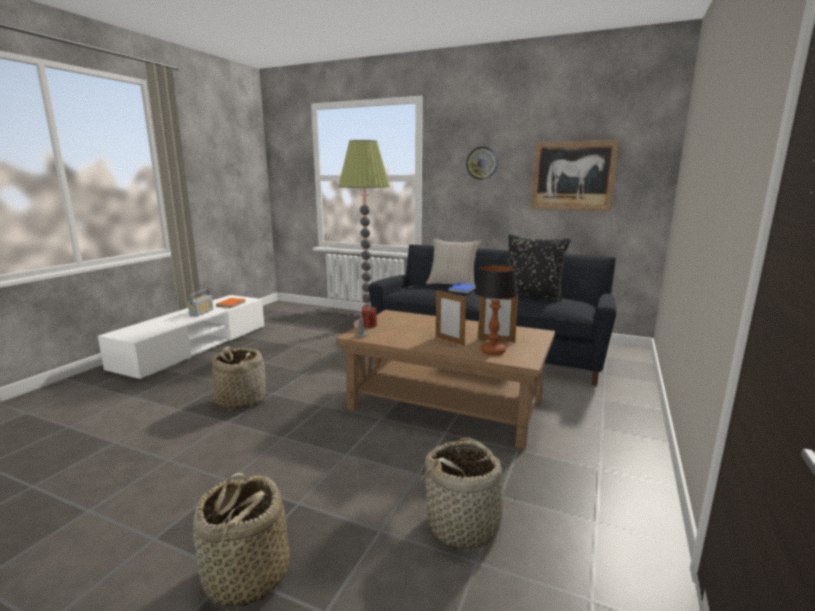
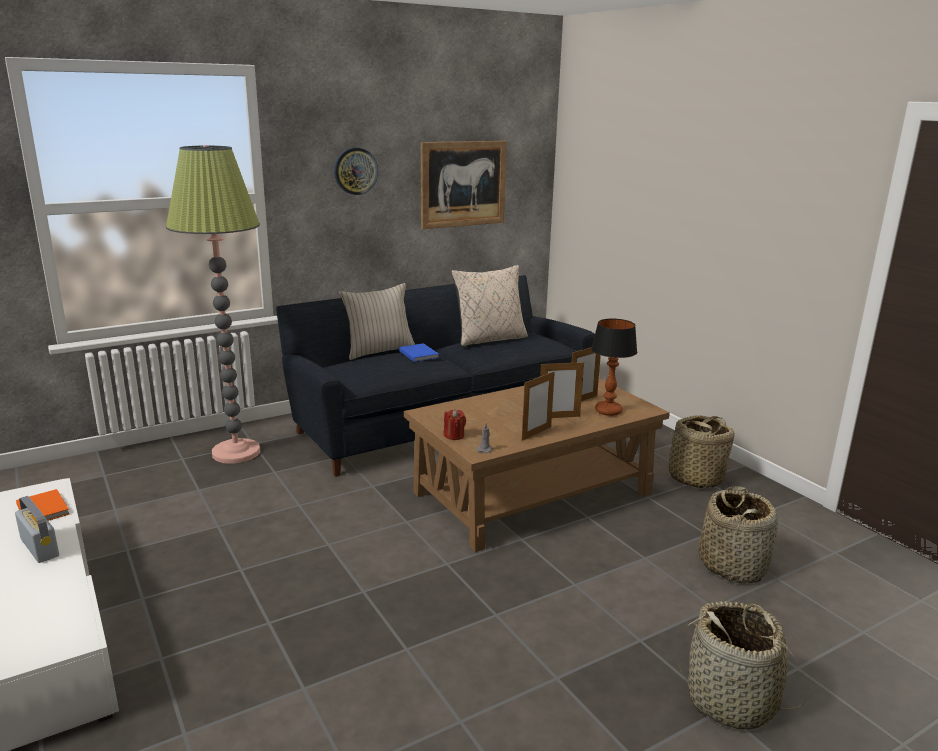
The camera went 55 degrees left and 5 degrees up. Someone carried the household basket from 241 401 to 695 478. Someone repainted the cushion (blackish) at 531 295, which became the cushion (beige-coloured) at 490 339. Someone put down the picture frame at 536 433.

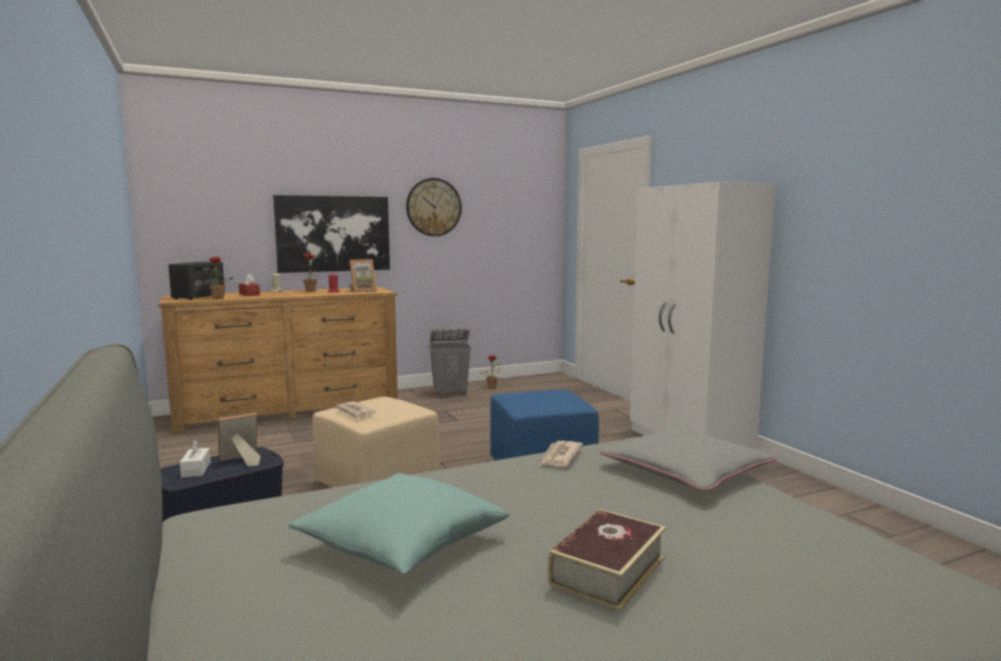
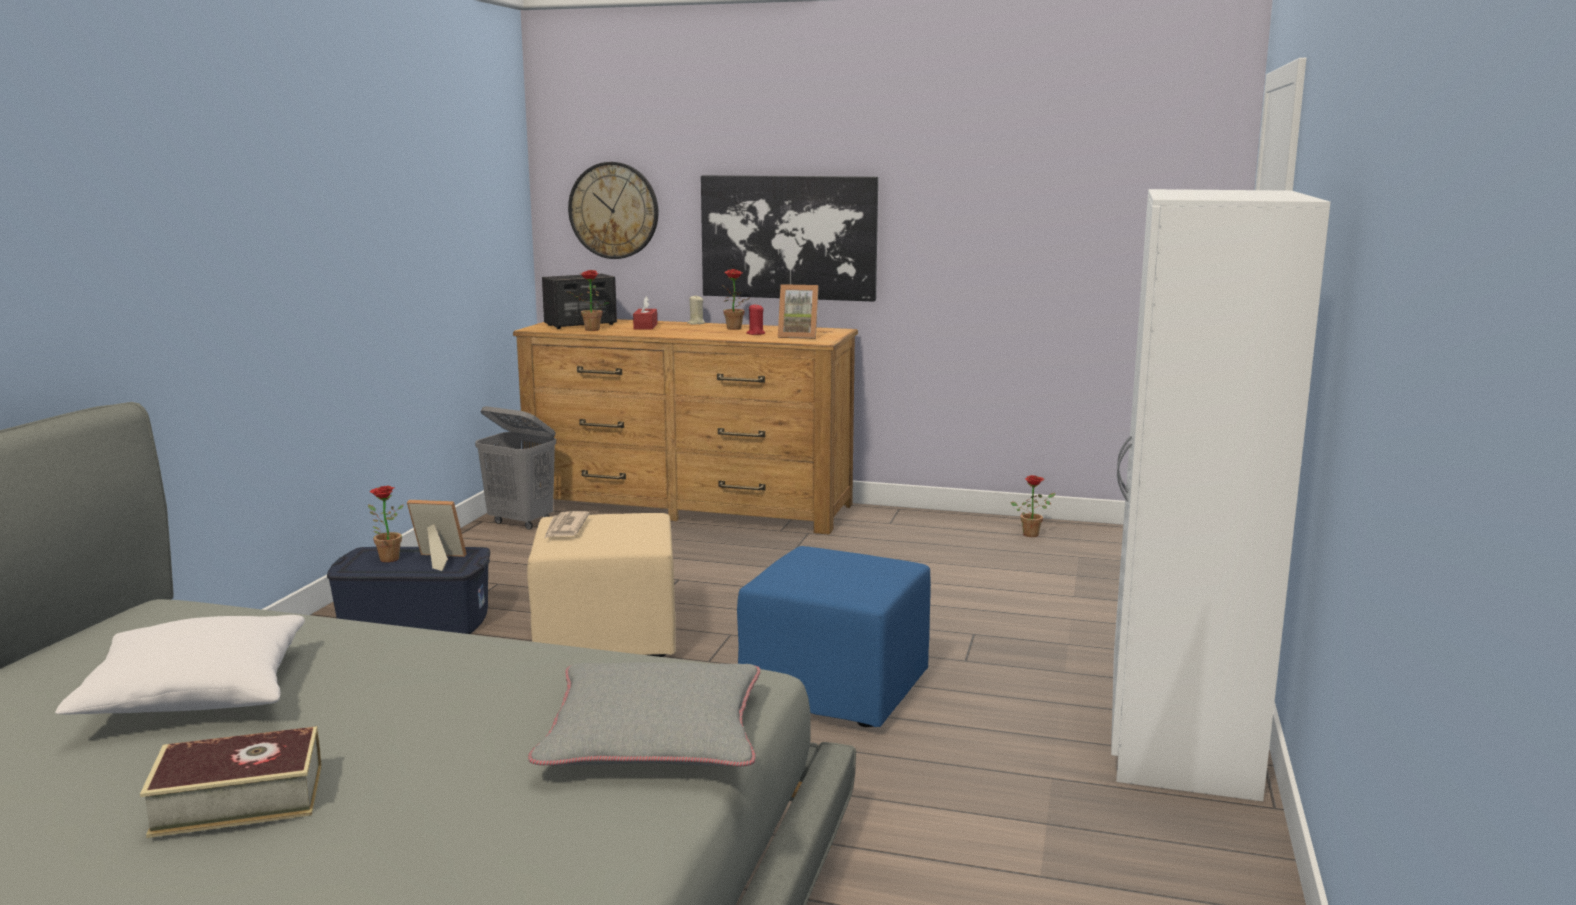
The camera went 40 degrees right and 5 degrees up. Someone swapped the box of tissues (white-coloured) at 196 469 for the plant in a pot at 386 558. Someone repainted the cushion (turquoise) at 401 545, which became the cushion (white-coloured) at 196 696. Someone carried the clock on the wall from 433 207 to 614 210. Someone carried the hamper (greyish) from 451 394 to 521 522. Someone took away the newspaper at 559 456.

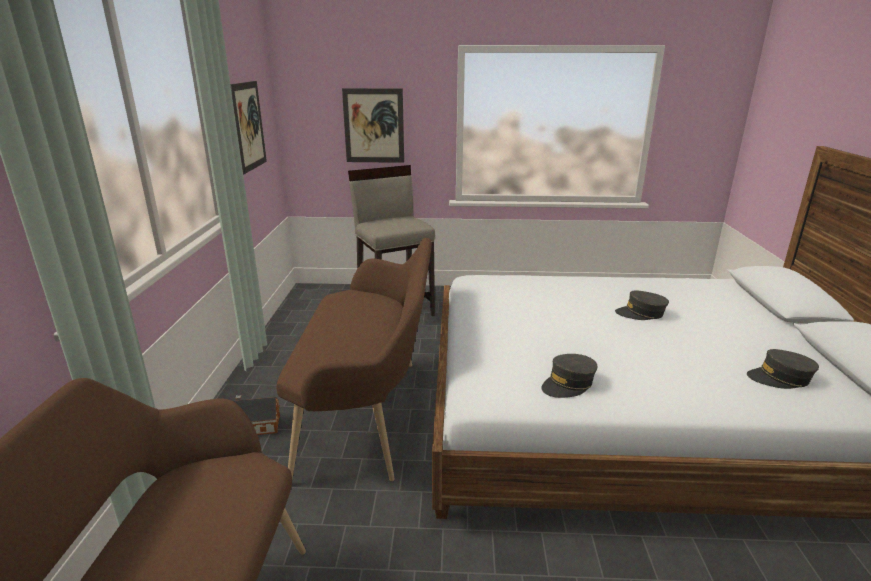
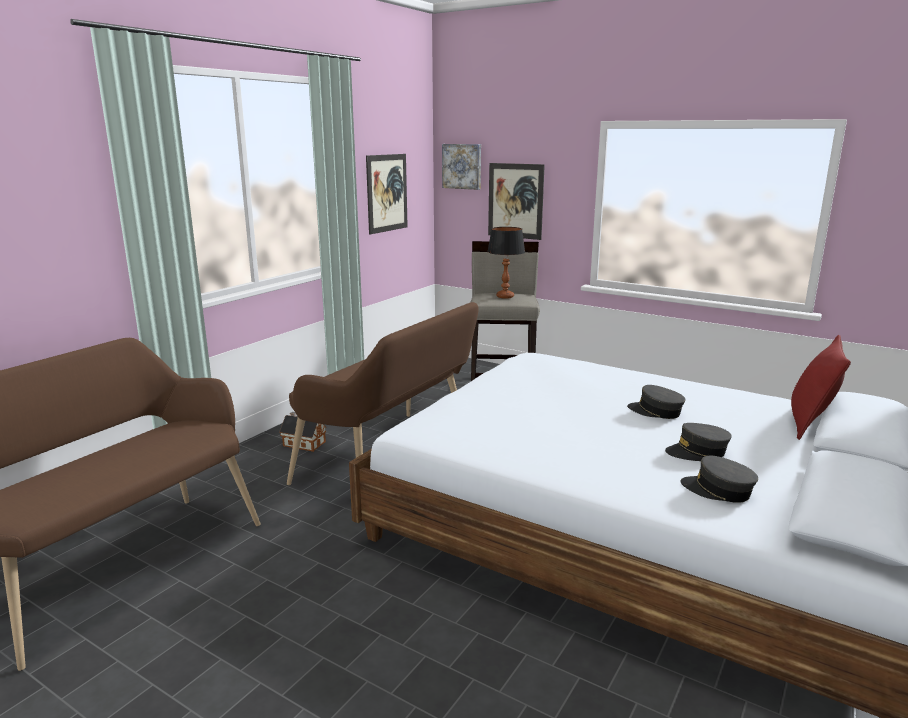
The camera went 30 degrees right and 5 degrees down. Someone carried the peaked cap (greyish) from 568 384 to 697 452. Someone put up the wall art at 462 166. Someone put down the table lamp at 505 296. Someone put down the cushion (reddish) at 810 424.

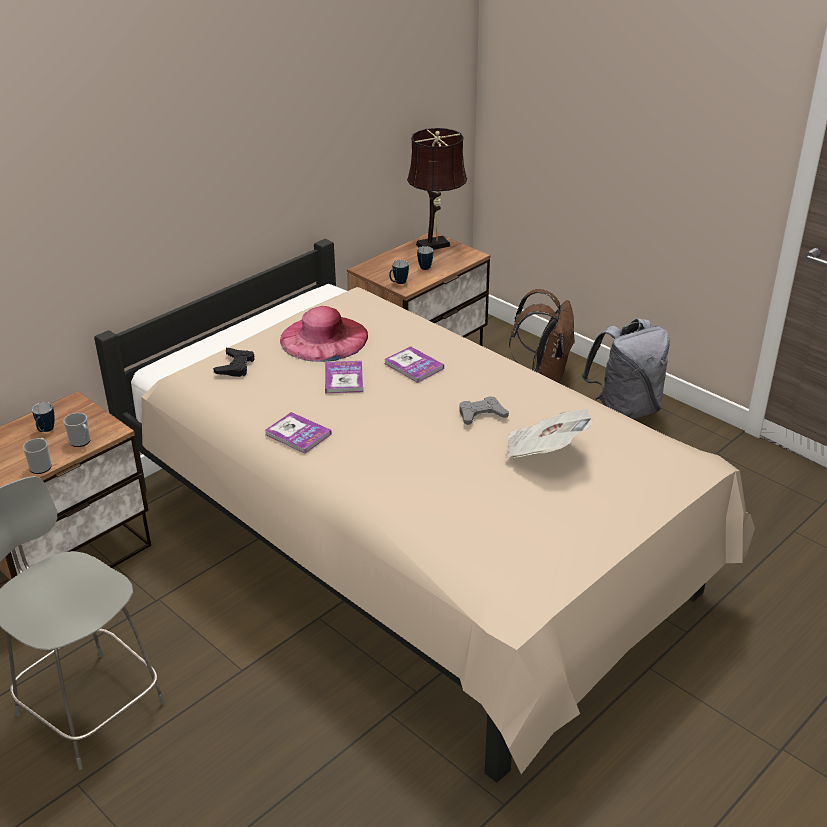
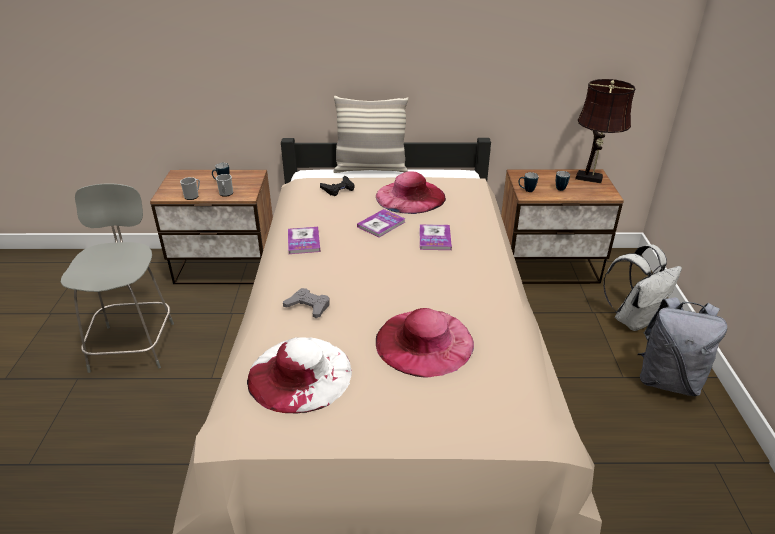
The camera went 45 degrees right and 0 degrees up. Someone carried the joypad (greyish) from 481 415 to 308 306. Someone swapped the newspaper at 544 452 for the clothing hat (pink-coloured) at 424 342. Someone repainted the rucksack (brown-coloured) at 544 375, which became the rucksack (white-coloured) at 633 319. Someone put down the clothing hat (white-coloured) at 300 374. Someone put down the cushion at 370 169.

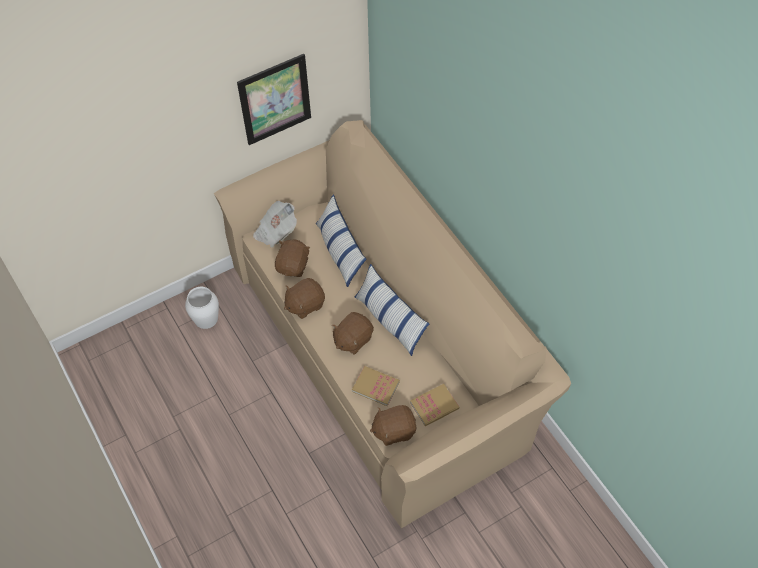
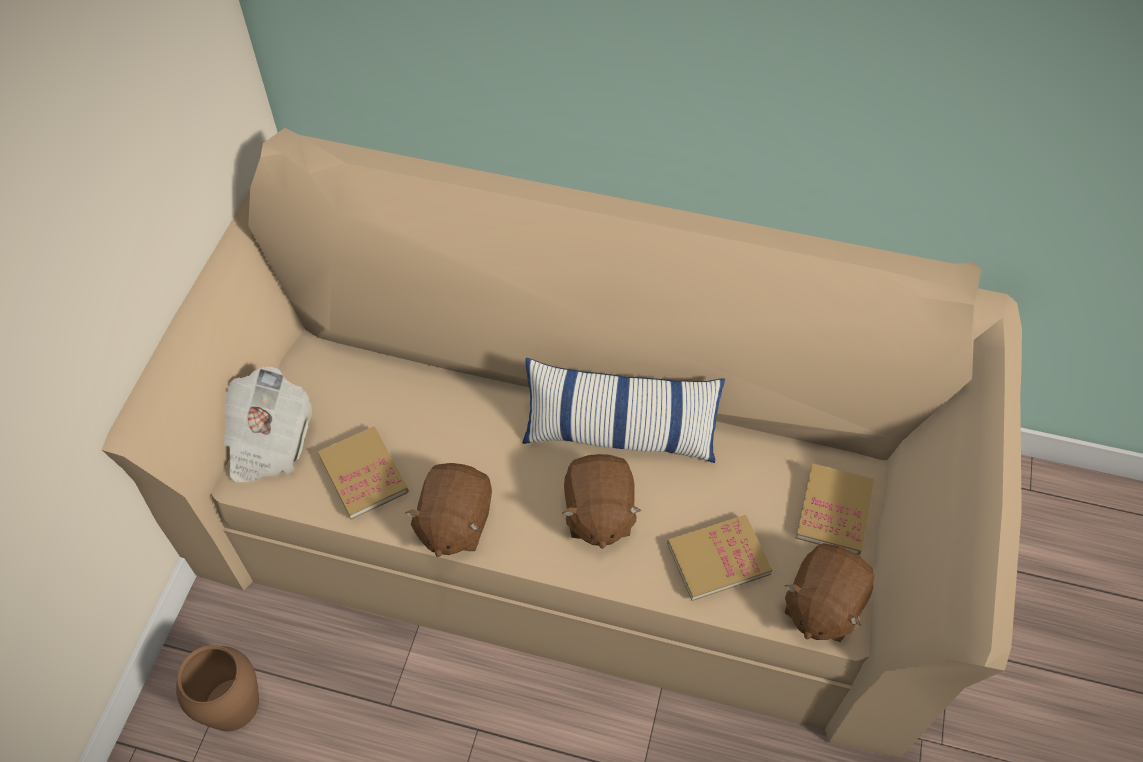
The camera went 45 degrees left and 0 degrees up. Someone repainted the flower vase (white-coloured) at 206 318, which became the flower vase (brown-coloured) at 231 703. Someone took away the wall art at 275 99. Someone swapped the soft toy (brown-coloured) at 293 266 for the volume at 363 474. Someone took away the cushion at 340 251.

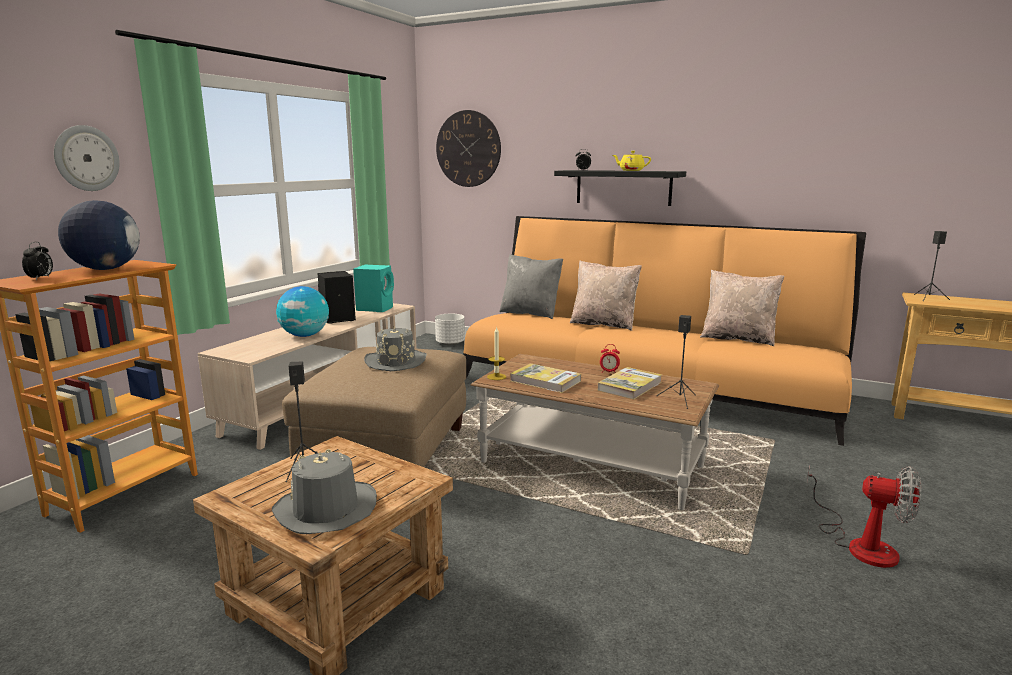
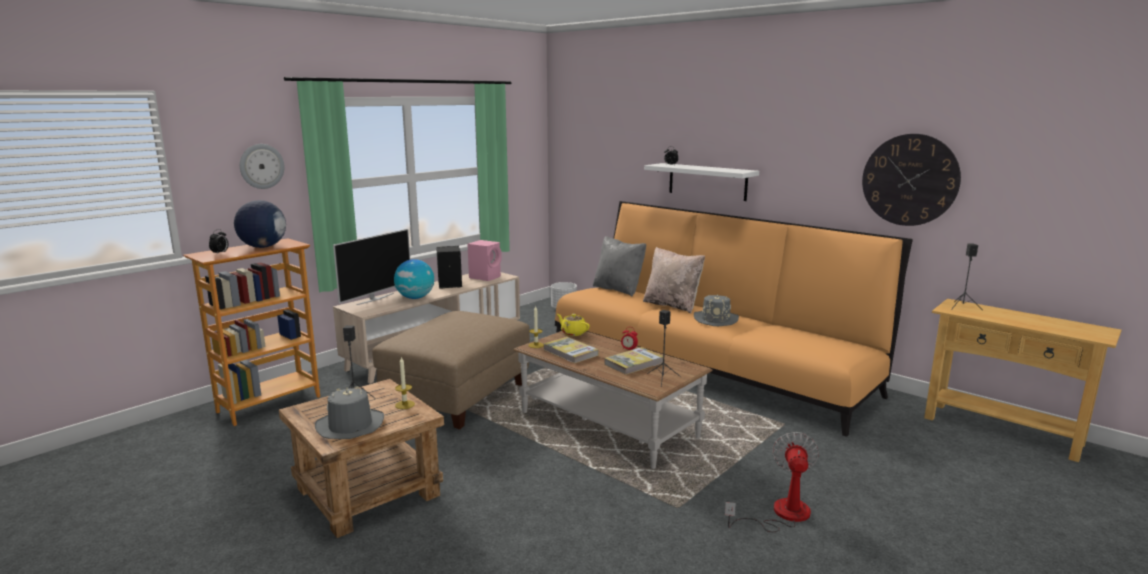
The camera went 15 degrees right and 0 degrees up. Someone repainted the speaker (turquoise) at 375 308, which became the speaker (pink-coloured) at 486 277. Someone carried the clothing hat (greyish) from 396 361 to 716 319. Someone carried the clock on the wall from 468 149 to 909 180. Someone repainted the wall shelf (blackish) at 623 187, which became the wall shelf (white-coloured) at 707 181. Someone carried the teapot (yellow-coloured) from 631 170 to 573 333. Someone took away the cushion (beige-coloured) at 738 339. Someone rotated the electric fan at 860 544 by 120 degrees counterclockwise. Someone put down the TV at 375 299. Someone put down the wax light at 404 405.

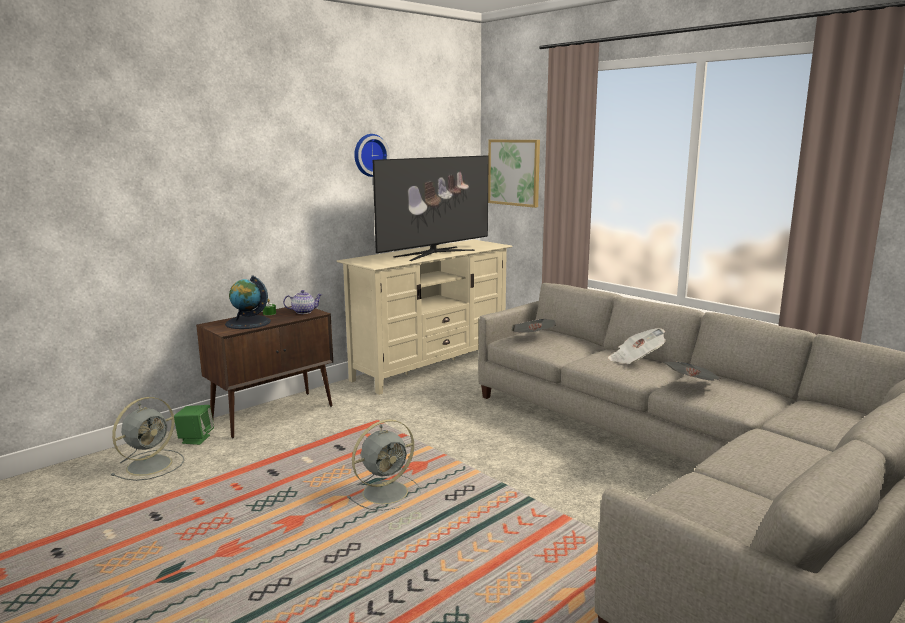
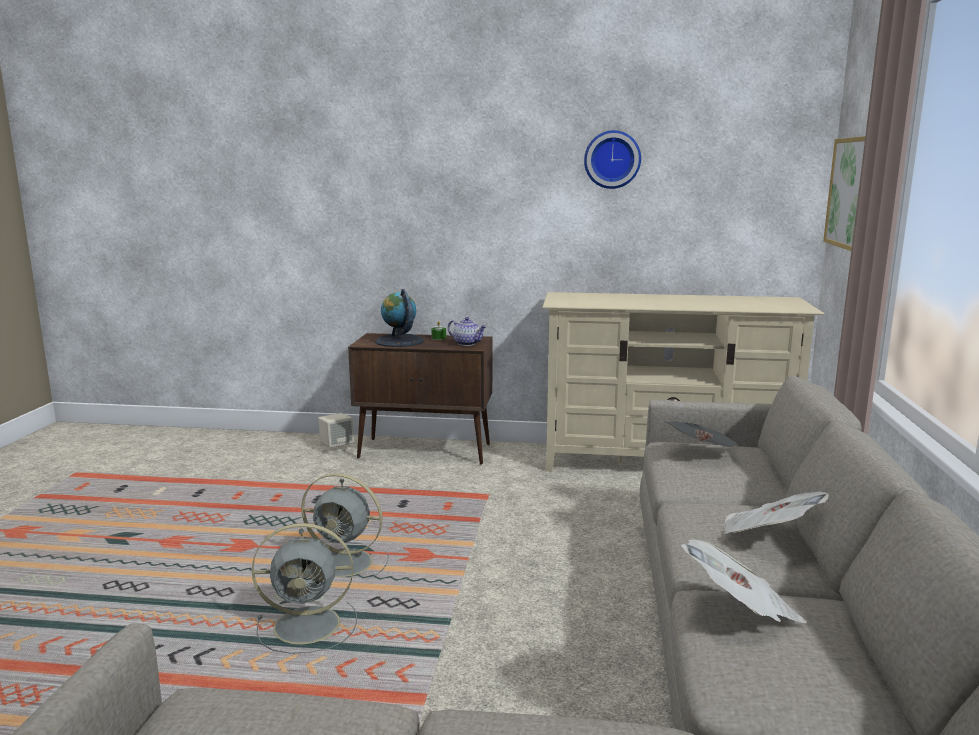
The camera went 50 degrees right and 0 degrees up. Someone carried the electric fan (greyish) from 151 464 to 310 625. Someone repainted the speaker (green) at 196 439, which became the speaker (beige-coloured) at 337 448. Someone took away the TV at 434 253.

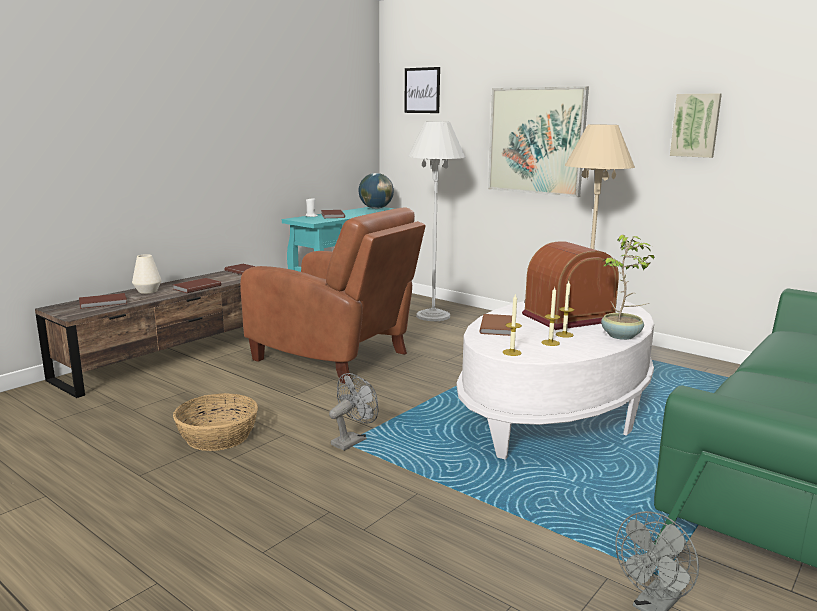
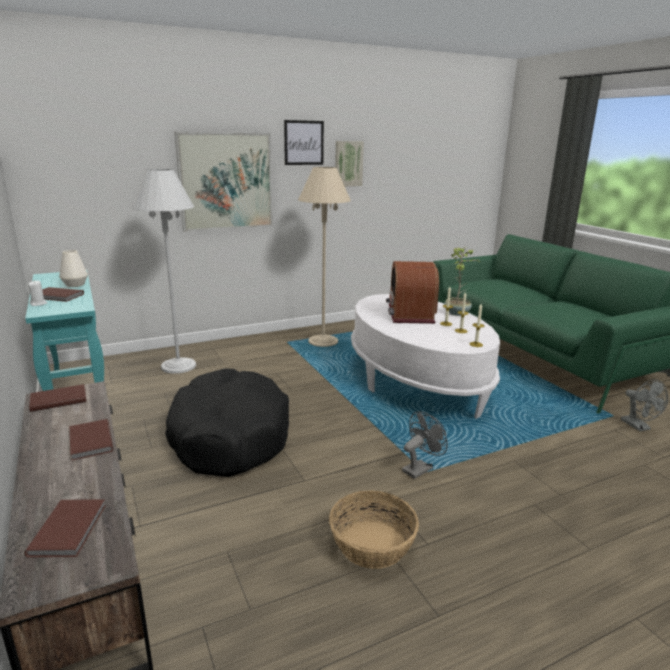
The camera went 65 degrees left and 5 degrees up. Someone carried the flower vase (white-coloured) from 147 291 to 75 285. Someone swapped the easy chair (brown-coloured) at 335 358 for the dog bed (blackish) at 229 436. Someone rotated the electric fan (greyish) at 352 440 by 75 degrees clockwise. Someone took away the desk globe at 375 208. Someone carried the wall art from 422 90 to 304 142. Someone took away the volume (brown-coloured) at 498 327.

